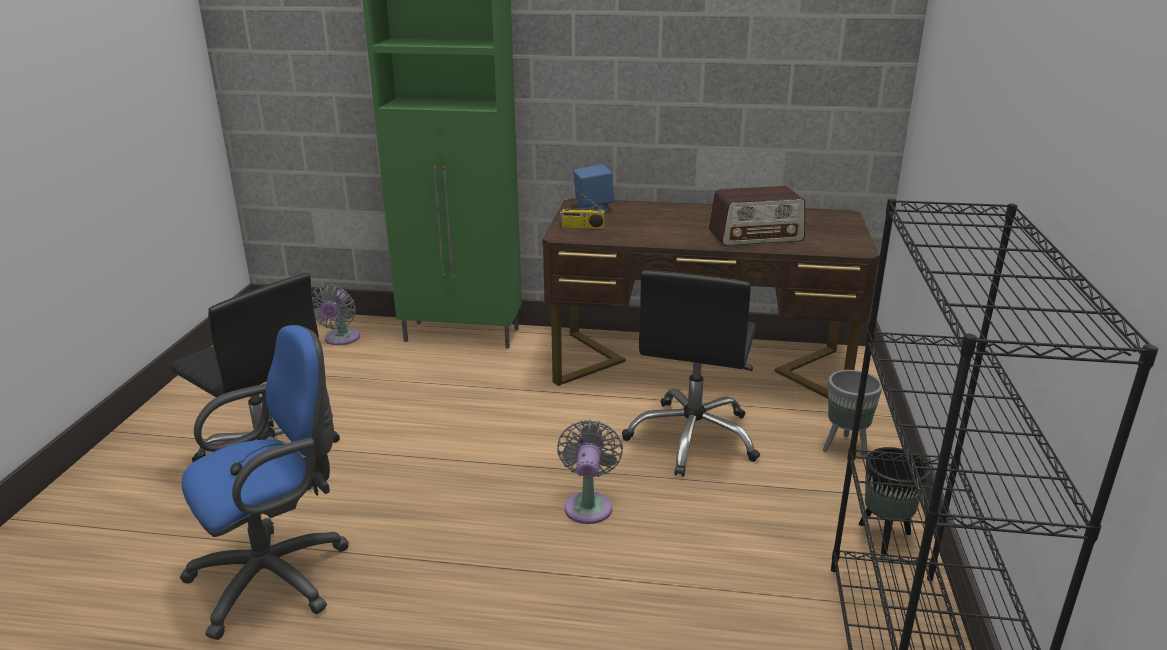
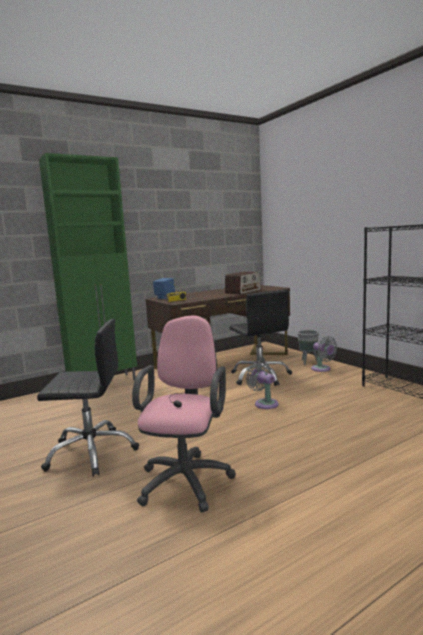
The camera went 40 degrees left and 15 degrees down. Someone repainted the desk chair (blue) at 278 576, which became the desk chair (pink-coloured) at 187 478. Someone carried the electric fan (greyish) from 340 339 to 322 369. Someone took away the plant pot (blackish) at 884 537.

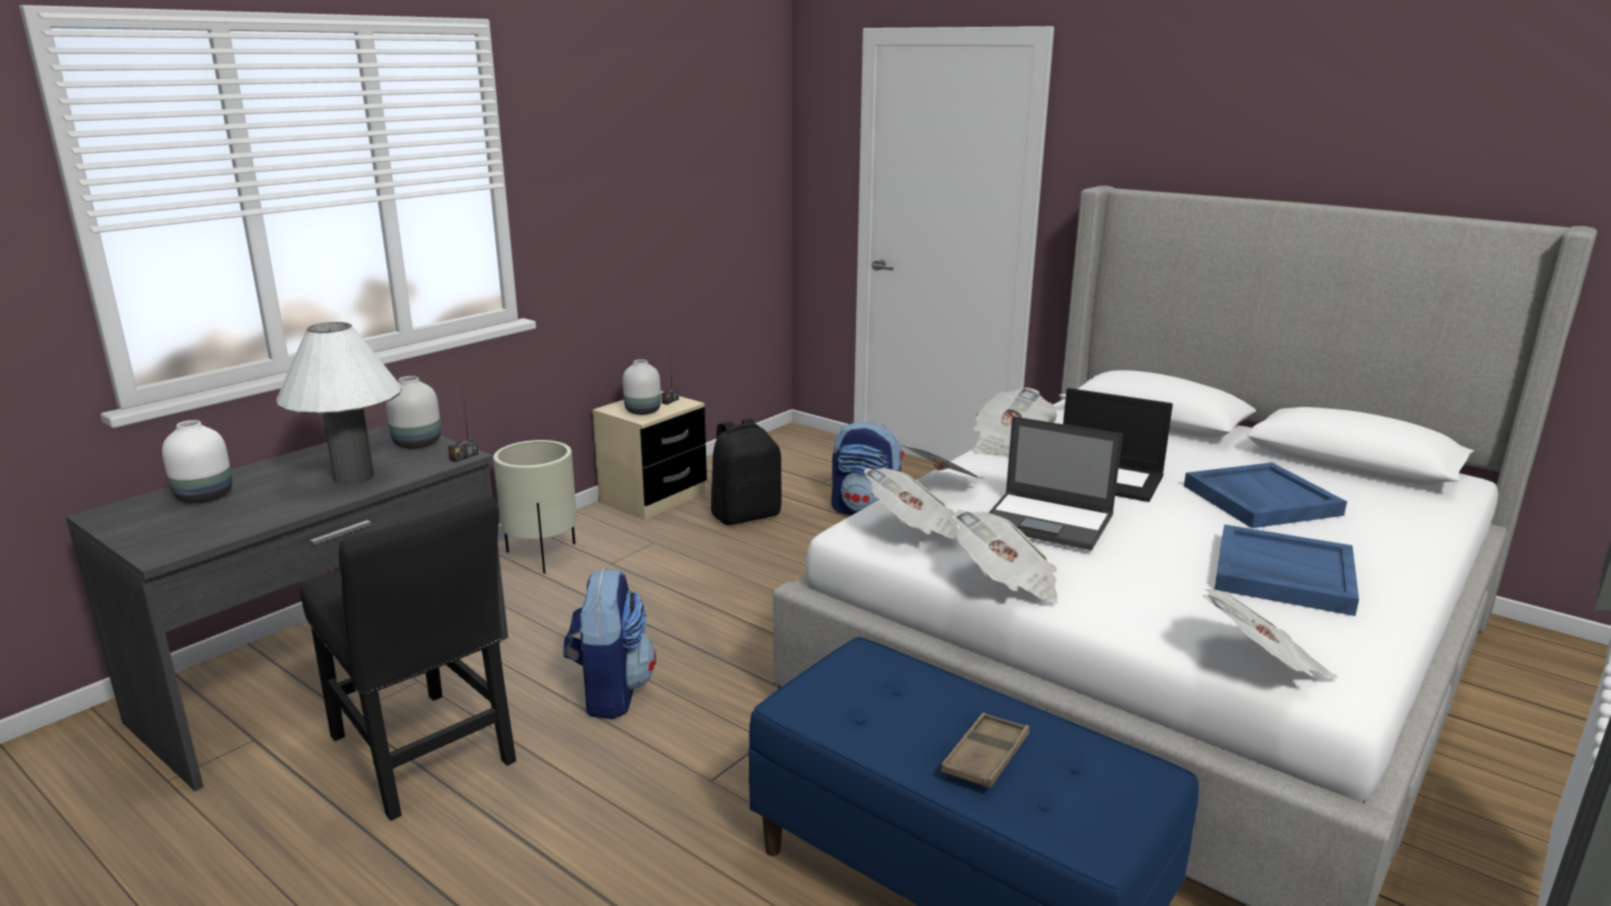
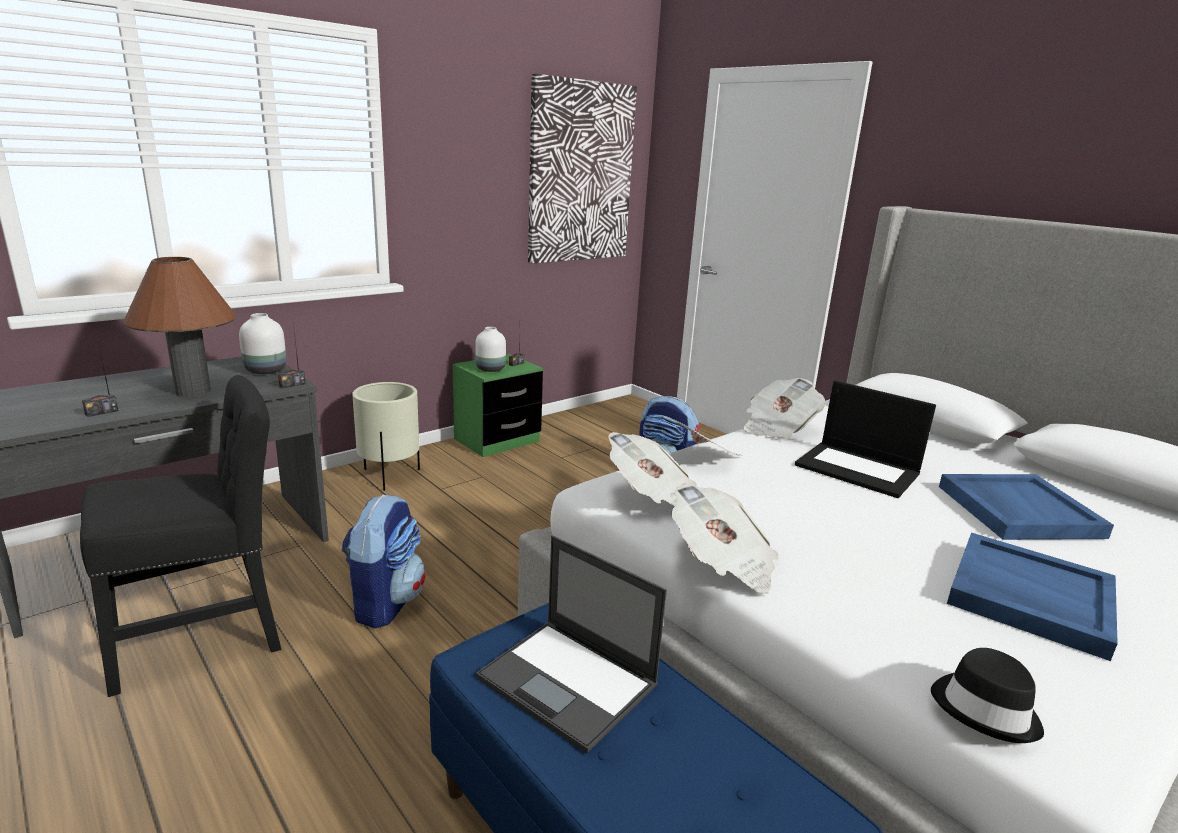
The camera went 10 degrees right and 0 degrees up. Someone took away the flower vase (white-coloured) at 206 496. Someone repainted the table lamp (white-coloured) at 354 477, which became the table lamp (brown-coloured) at 193 391. Someone rotated the plain chair (blackish) at 424 756 by 90 degrees counterclockwise. Someone repainted the night table (beige-coloured) at 653 498, which became the night table (green) at 497 440. Someone took away the rucksack (blackish) at 746 515. Someone took away the carrying tray (brown-coloured) at 985 757. Someone carried the notebook computer from 1049 521 to 569 682. Someone swapped the newspaper at 1263 665 for the clothing hat (blackish) at 986 709. Someone put down the radio at 101 412. Someone put up the wall art at 580 173.

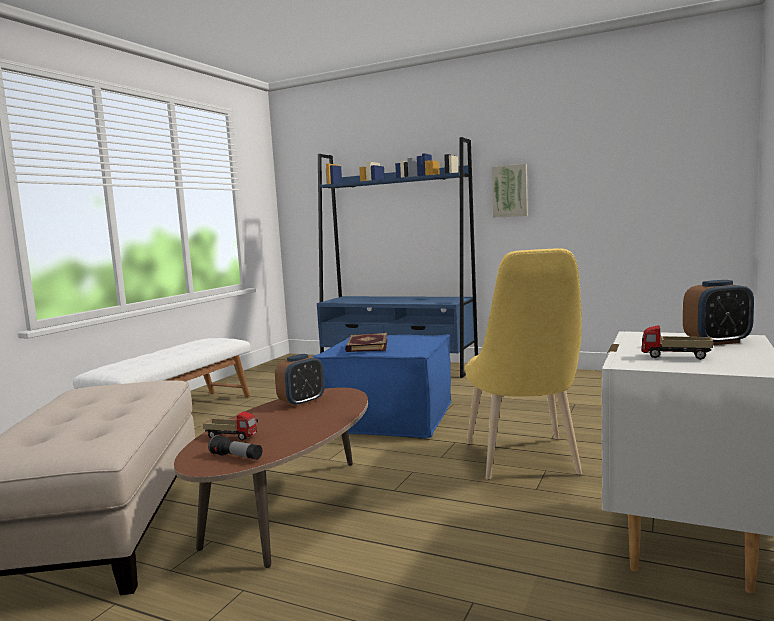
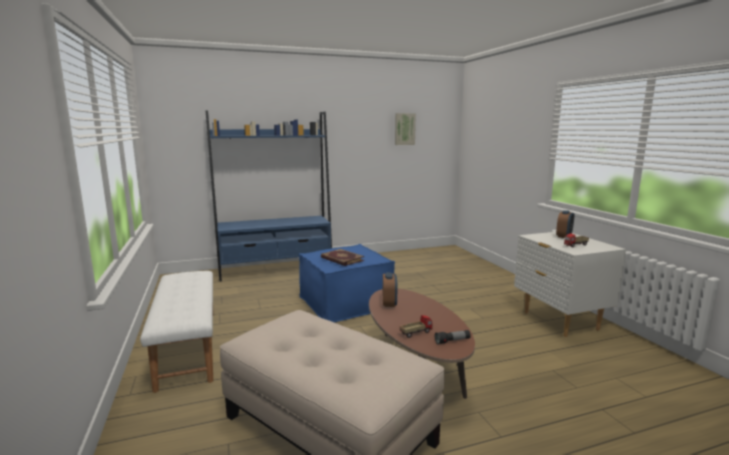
The camera went 45 degrees left and 5 degrees up. Someone took away the plain chair (yellow-coloured) at 524 462. Someone carried the wall art from 510 191 to 404 129.

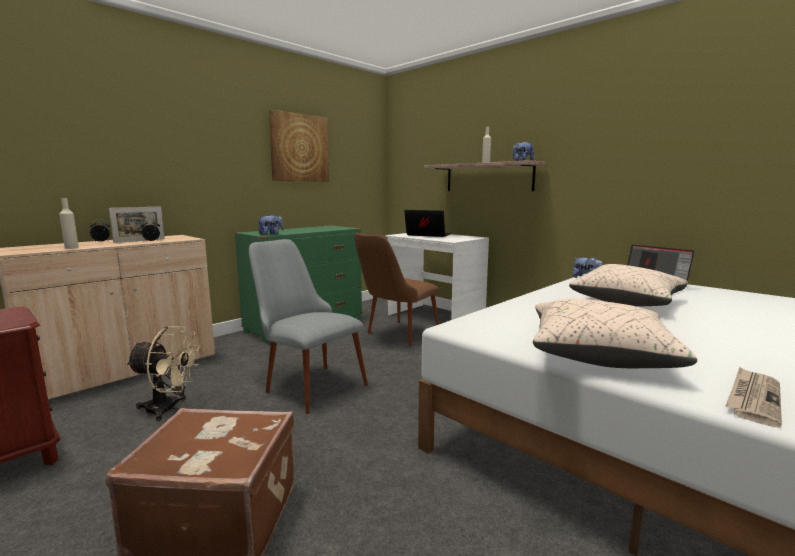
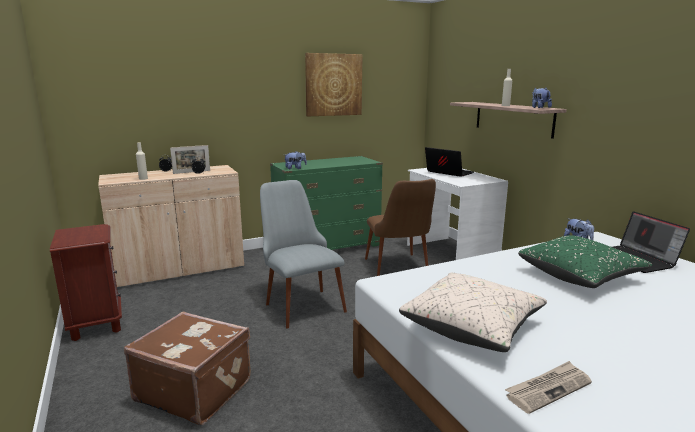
The camera went 20 degrees right and 5 degrees up. Someone took away the electric fan (beige-coloured) at 168 409. Someone rotated the plain chair (brown-coloured) at 395 336 by 75 degrees counterclockwise. Someone repainted the cushion (beige-coloured) at 626 301, which became the cushion (green) at 580 276.

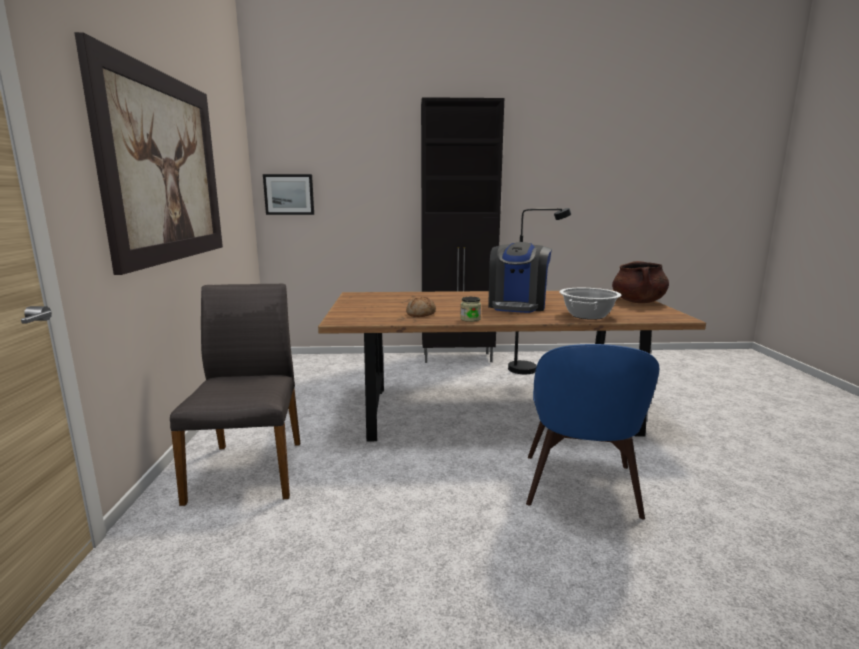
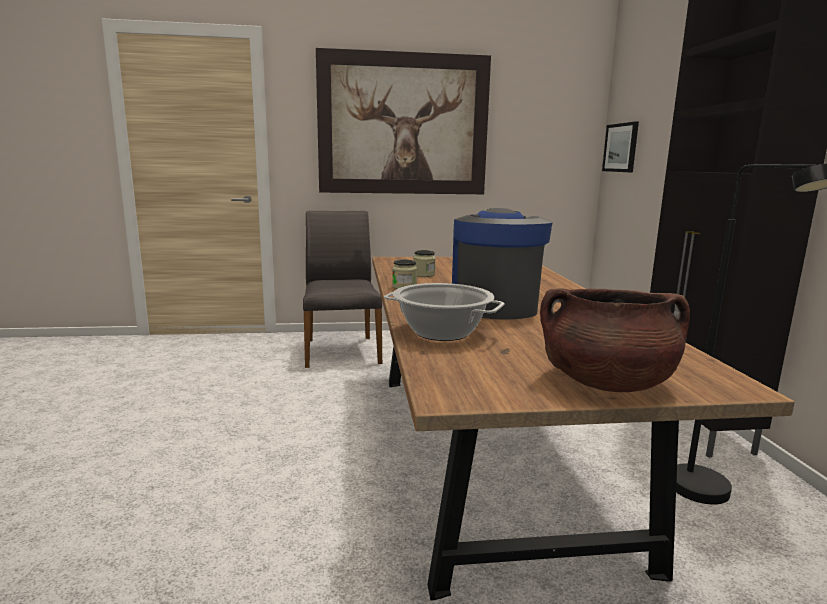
The camera went 85 degrees right and 0 degrees up. Someone rotated the plain chair (greyish) at 249 469 by 90 degrees counterclockwise. Someone swapped the bakery bread at 421 314 for the preserve jar at 424 275. Someone rotated the coffee machine at 517 306 by 75 degrees clockwise. Someone took away the plain chair (blue) at 580 488.

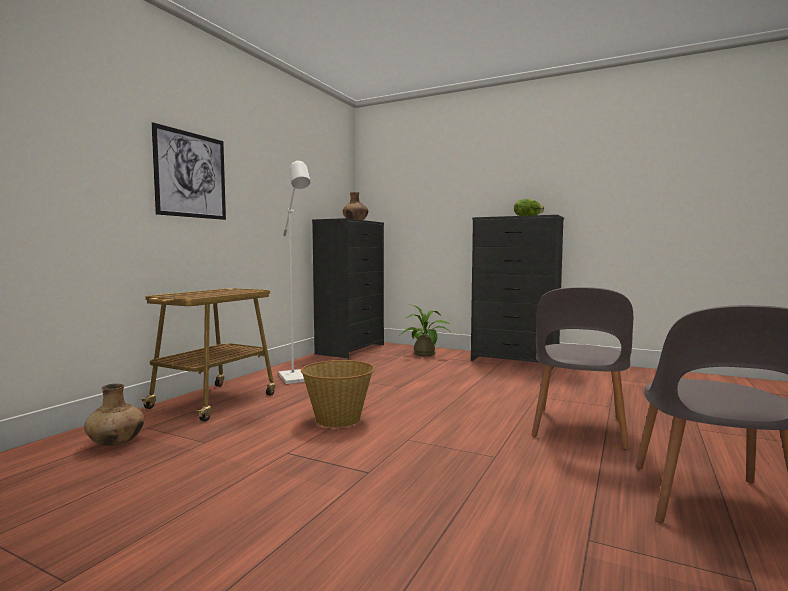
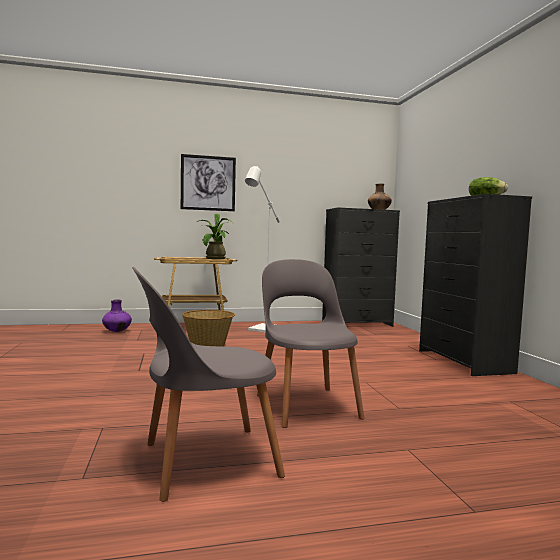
The camera went 50 degrees right and 0 degrees up. Someone repainted the flower vase (brown-coloured) at 116 443, which became the flower vase (purplish) at 117 331. Someone carried the plant in a pot from 426 354 to 214 259. Someone rotated the plain chair (greyish) at 578 429 by 90 degrees clockwise.

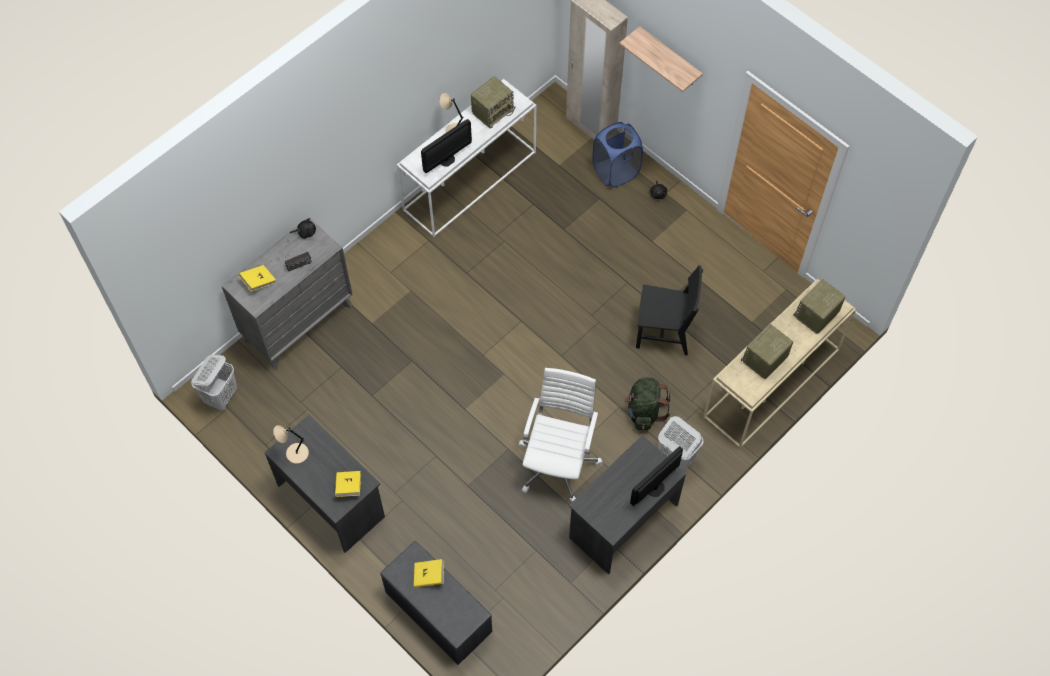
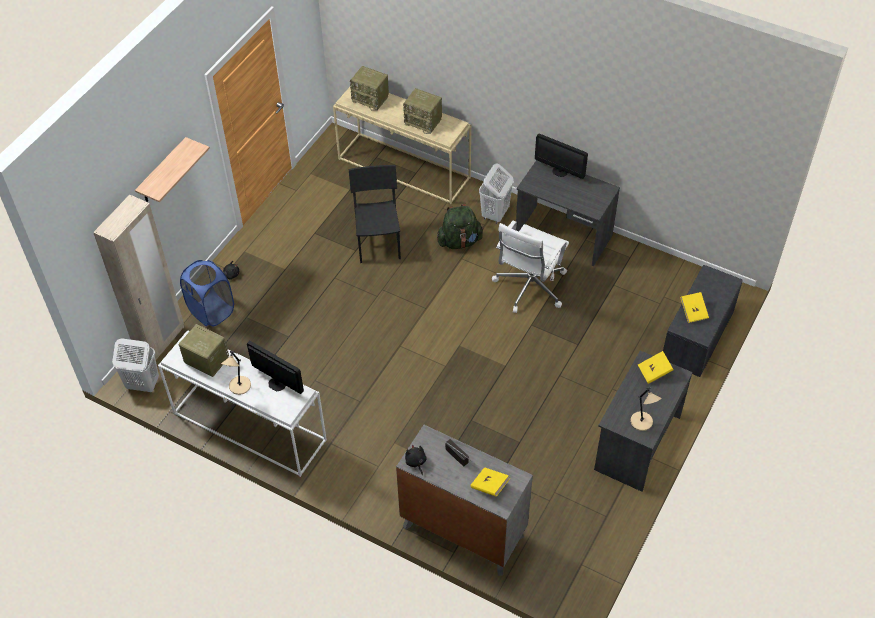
The camera went 105 degrees left and 10 degrees down. Someone carried the hamper (white-coloured) from 221 396 to 142 384. Someone rotated the desk chair (white-coloured) at 558 462 by 60 degrees counterclockwise.

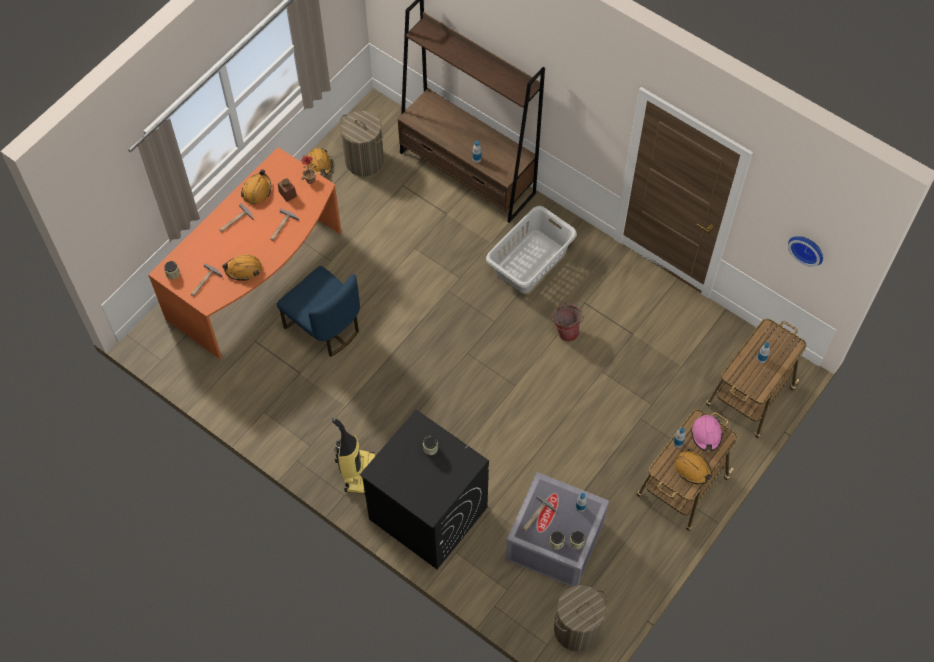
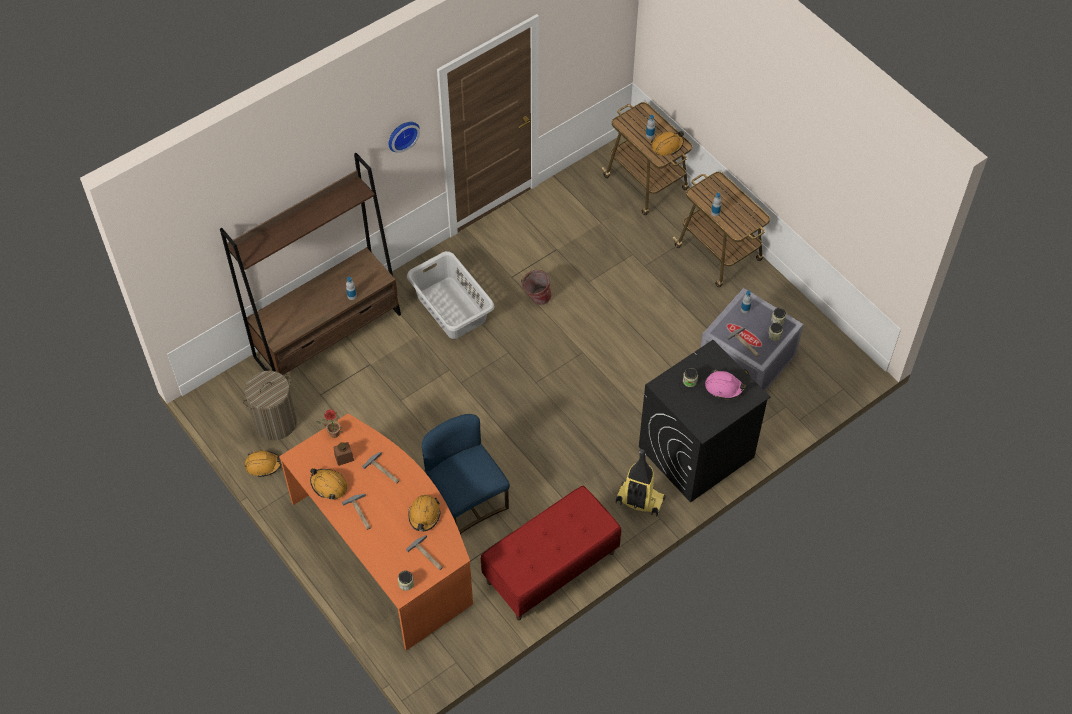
The camera went 75 degrees left and 5 degrees down. Someone rotated the plain chair (blue) at 324 327 by 90 degrees counterclockwise. Someone took away the hamper at 576 629. Someone carried the safety helmet (orange-coloured) from 692 469 to 667 146. Someone carried the safety helmet (pink-coloured) from 706 435 to 724 387. Someone carried the clock on the wall from 807 248 to 402 134. Someone put down the bench (reddish) at 551 568.

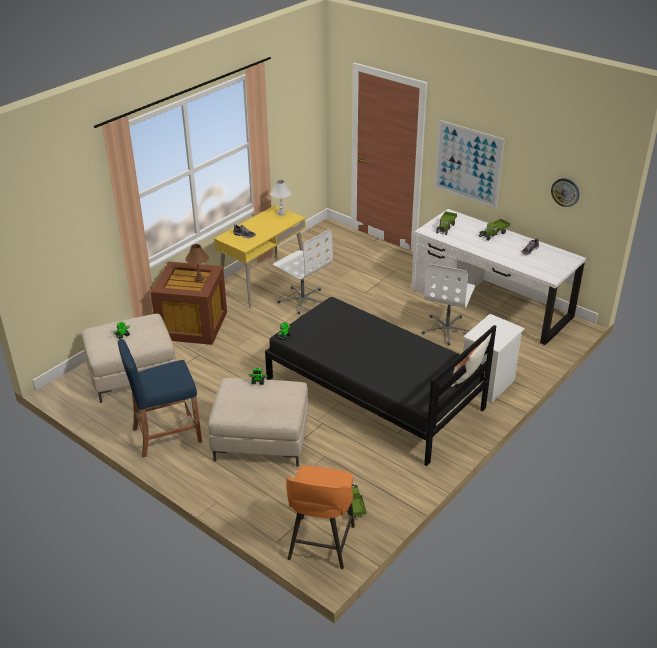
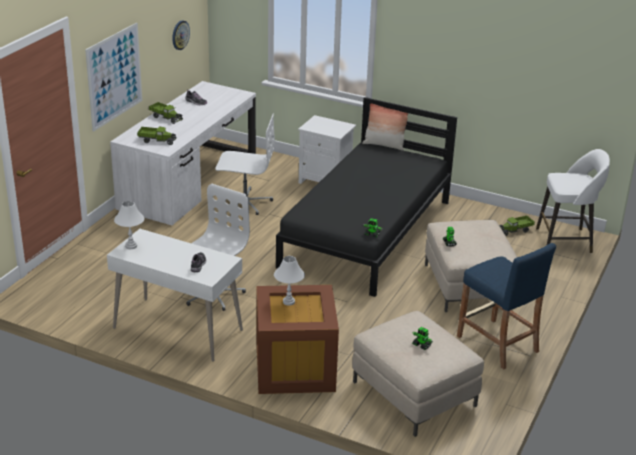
The camera went 105 degrees left and 5 degrees down. Someone repainted the table lamp (brown-coloured) at 199 279, which became the table lamp (white-coloured) at 289 302. Someone repainted the desk unit (yellow-coloured) at 263 282, which became the desk unit (white-coloured) at 177 329. Someone repainted the sitting stool (orange-coloured) at 320 544, which became the sitting stool (white-coloured) at 566 240.

